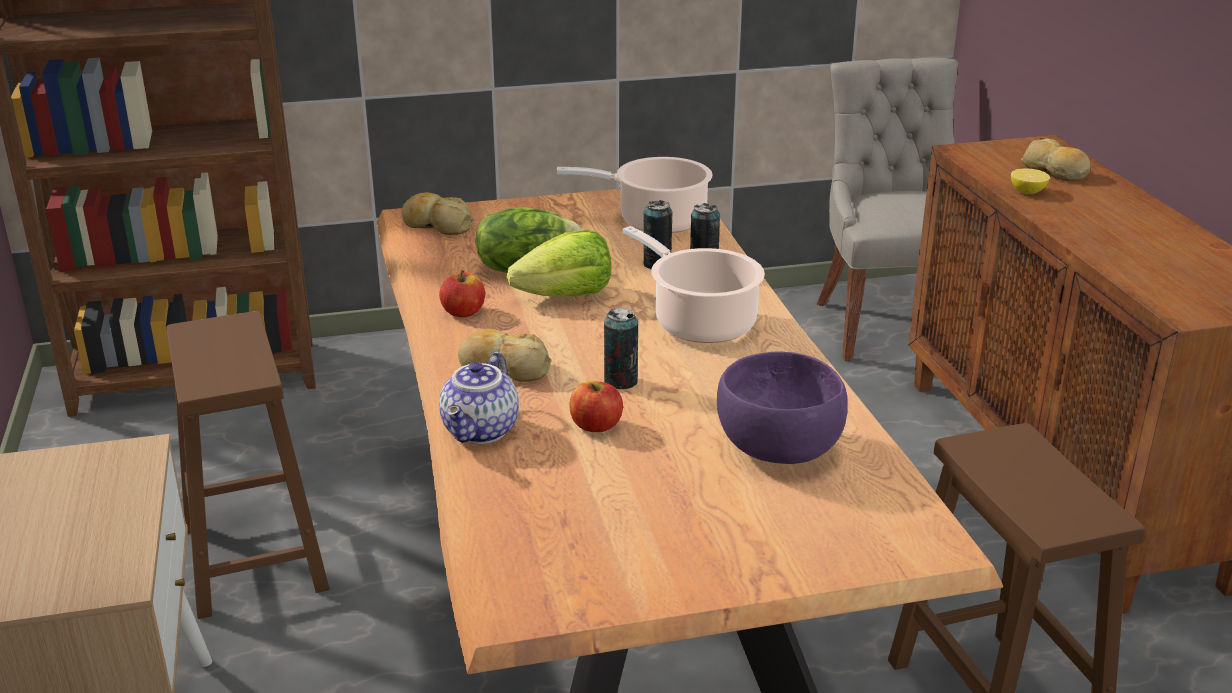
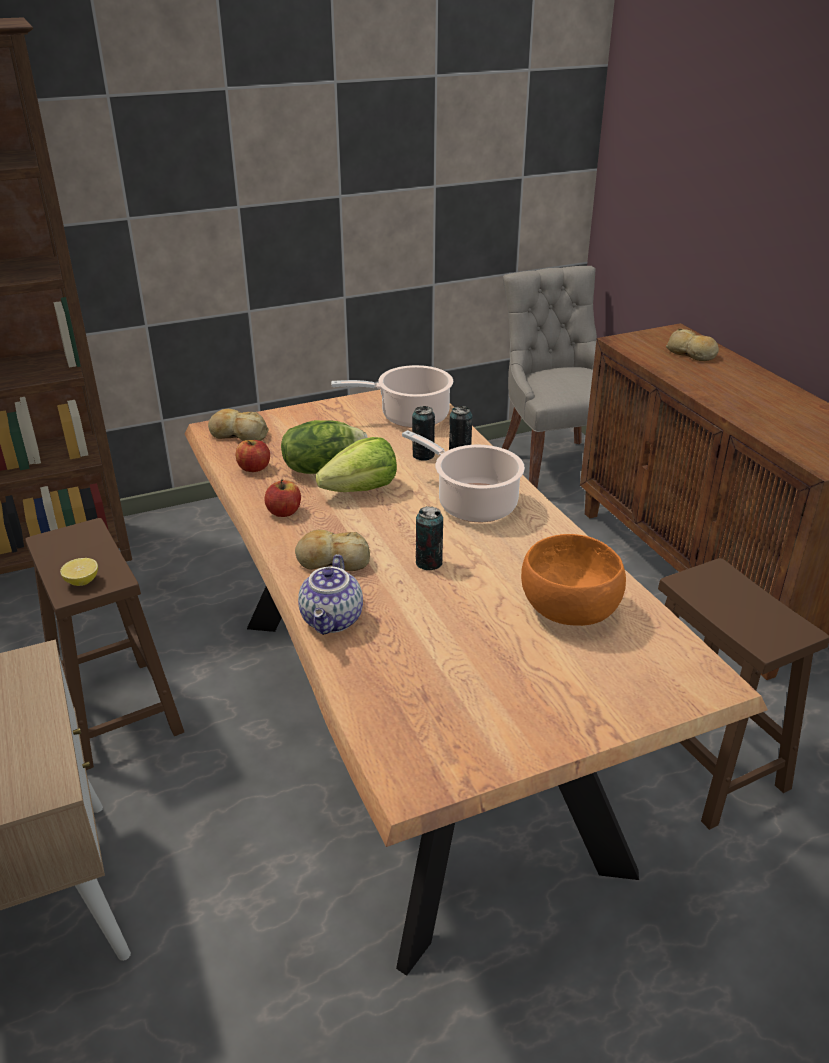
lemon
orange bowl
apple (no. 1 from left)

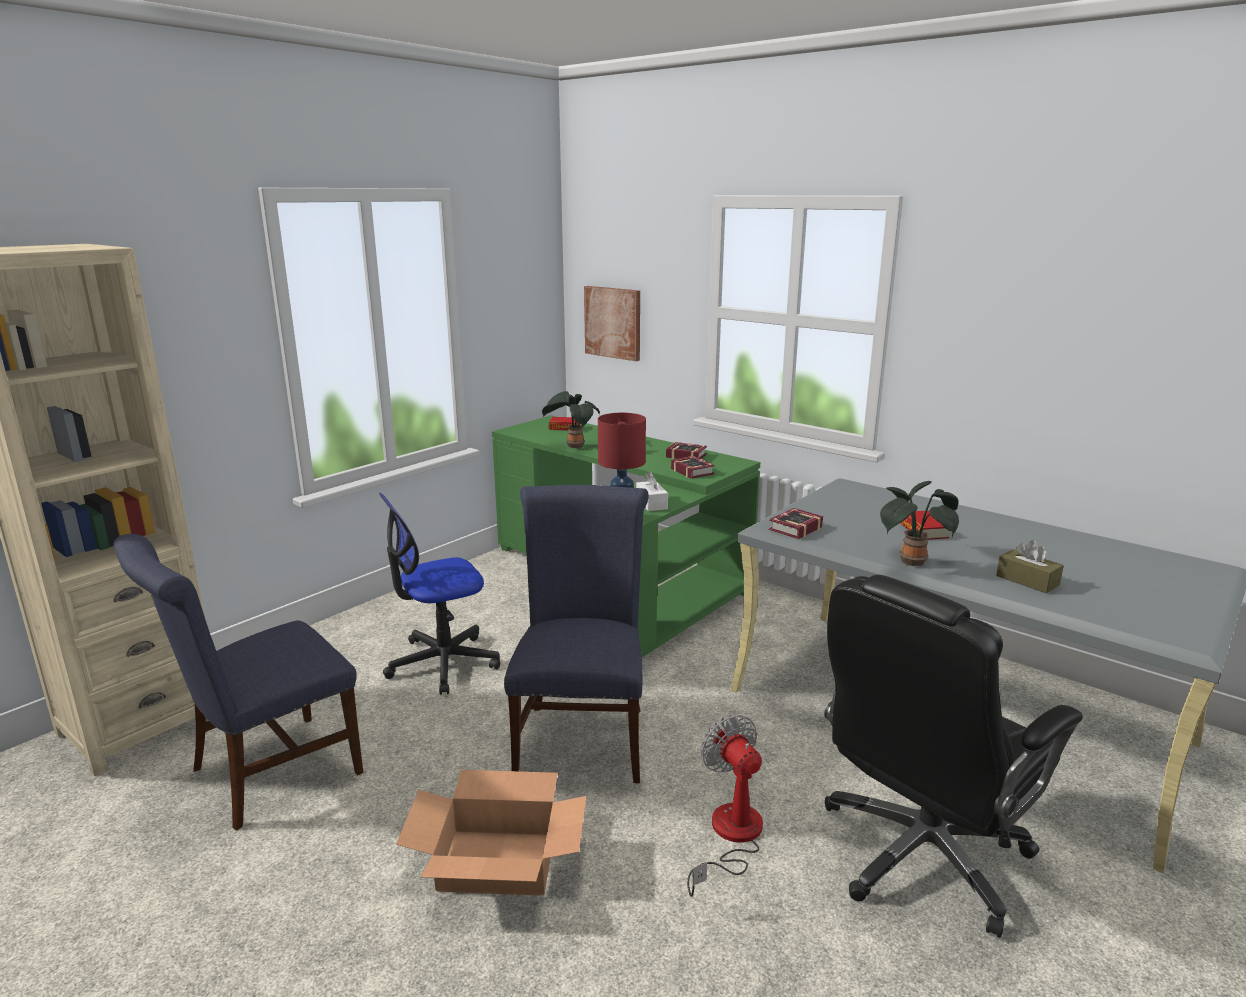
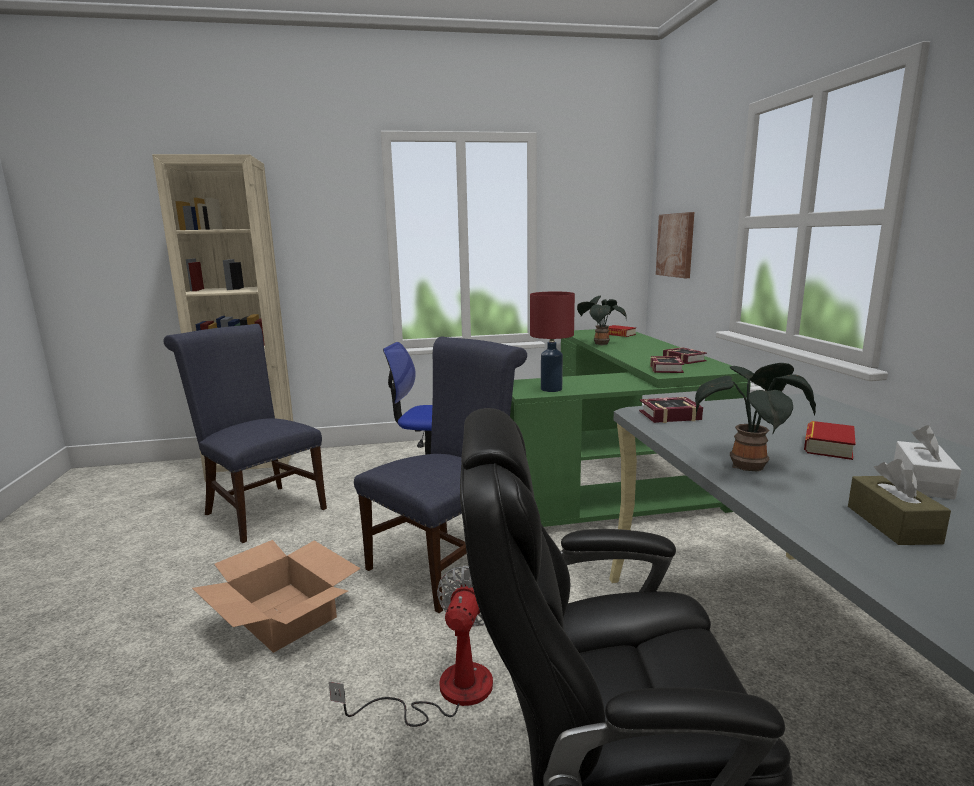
white tissue box
blue chair (no. 1 from left)

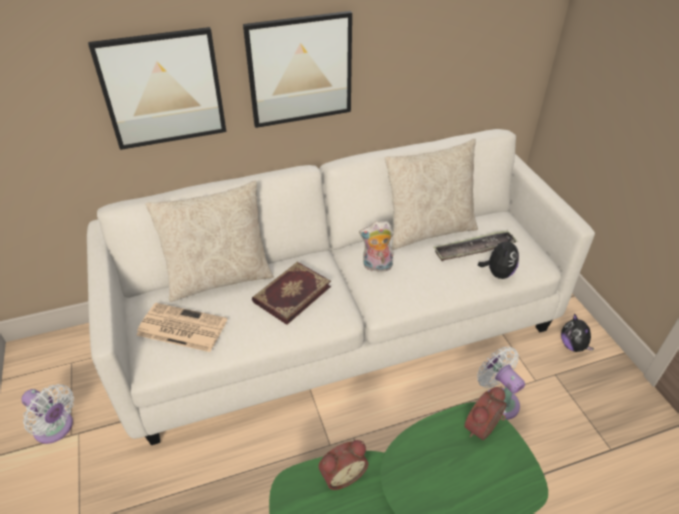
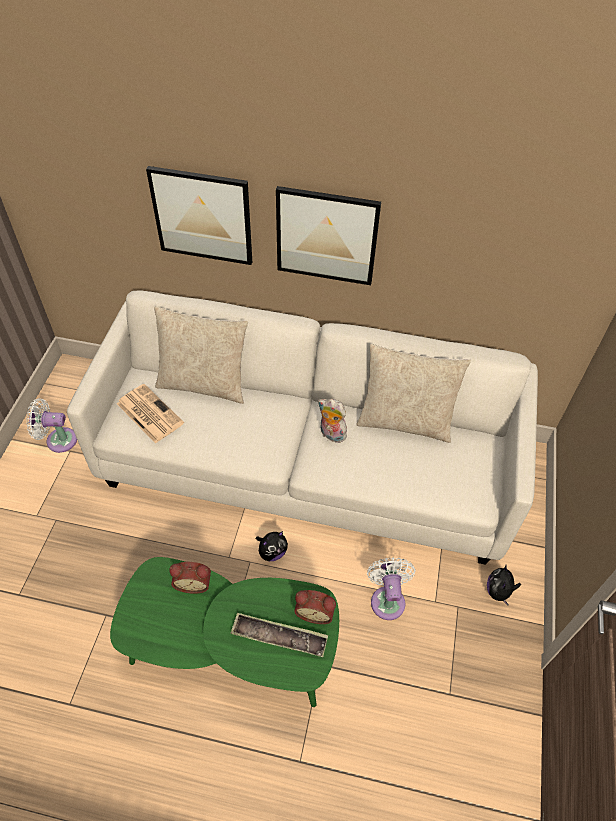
tray
plush toy (no. 1 from left)
book
white fan (no. 1 from left)
alarm clock (no. 2 from left)

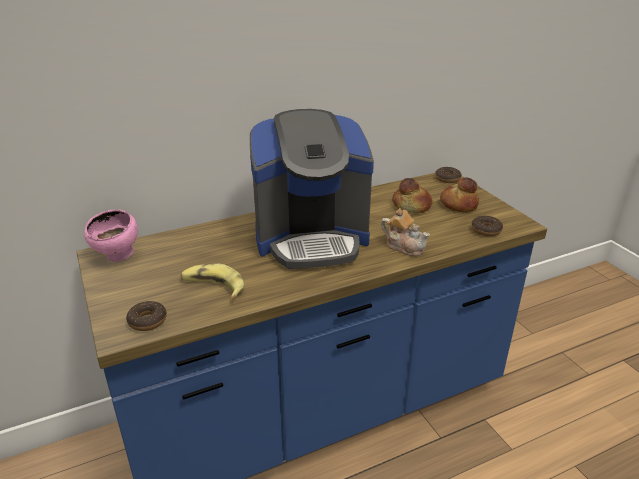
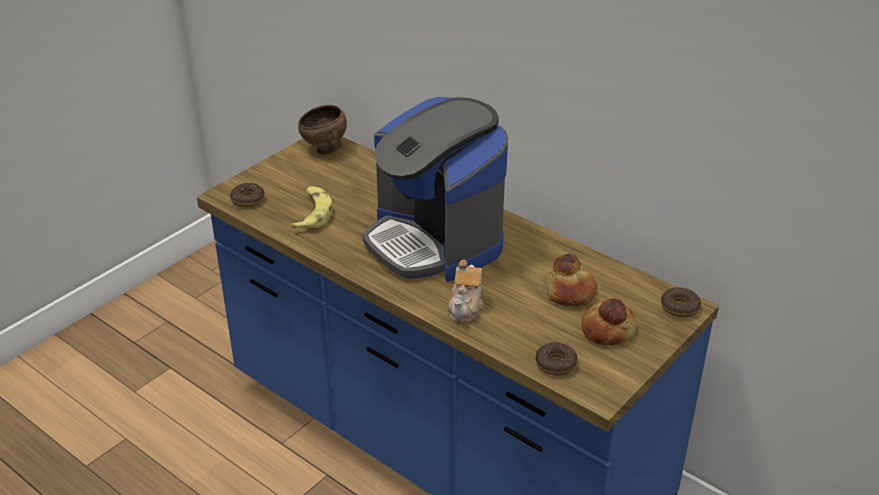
brown bowl

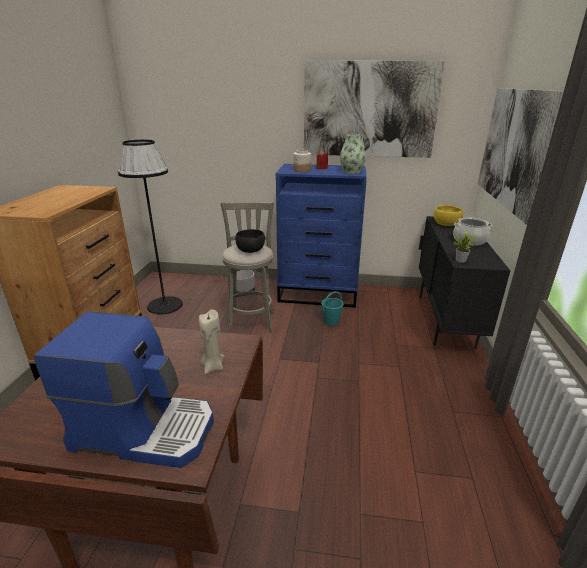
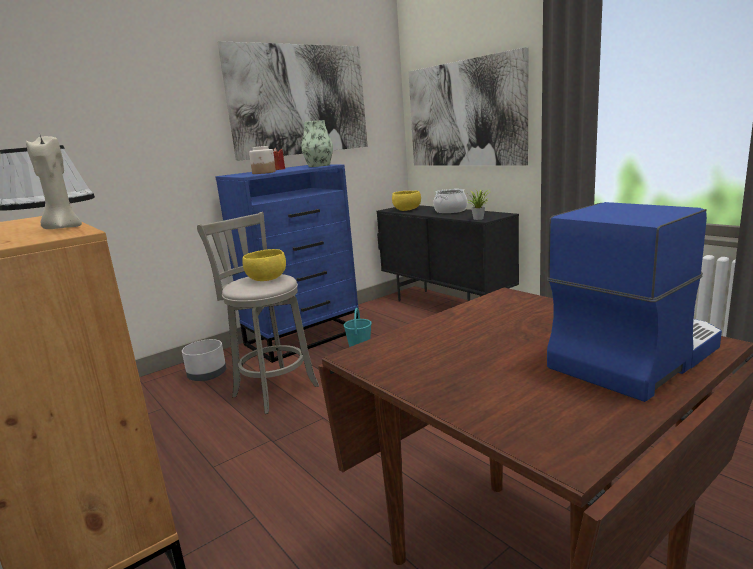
yellow bowl (no. 1 from left)
beige candle

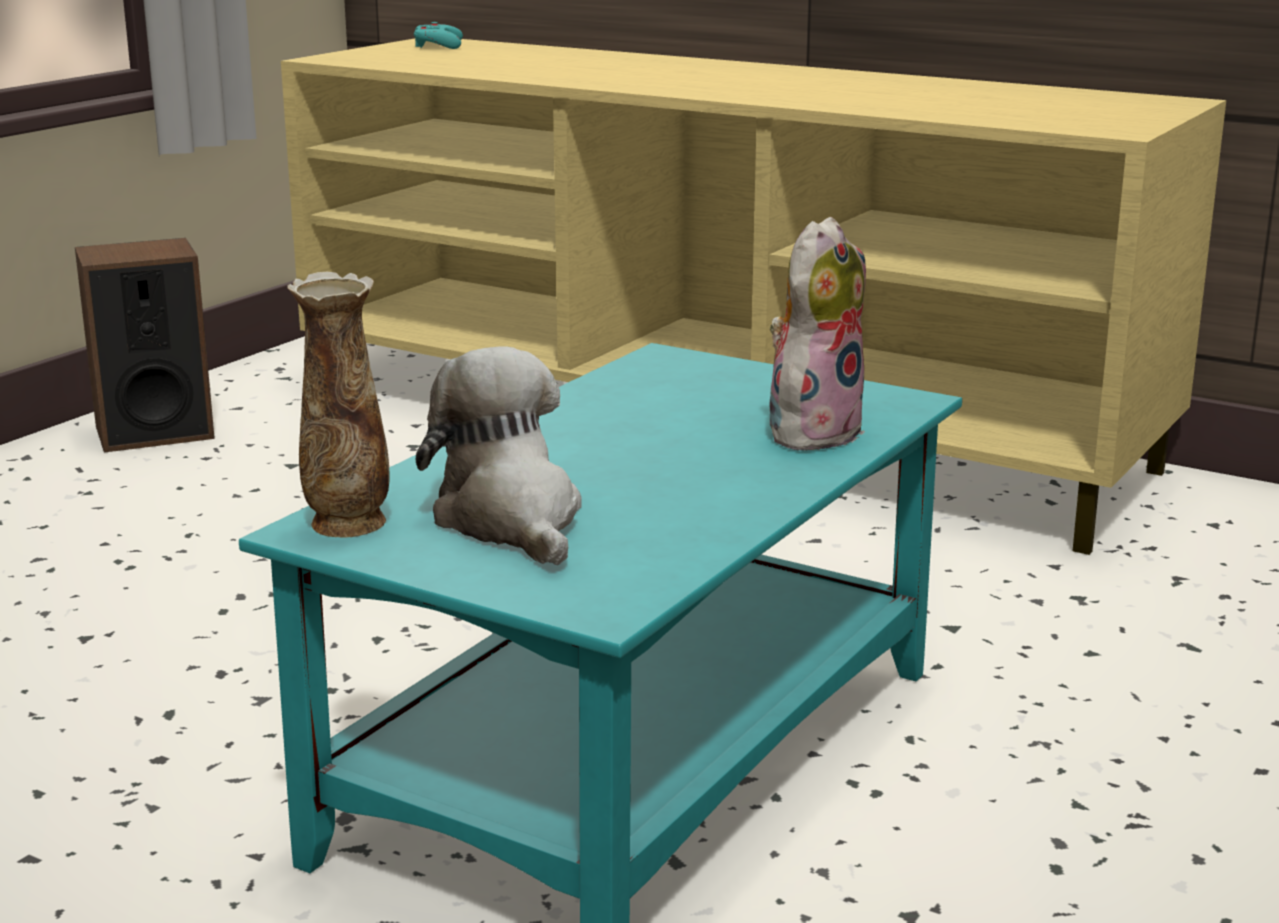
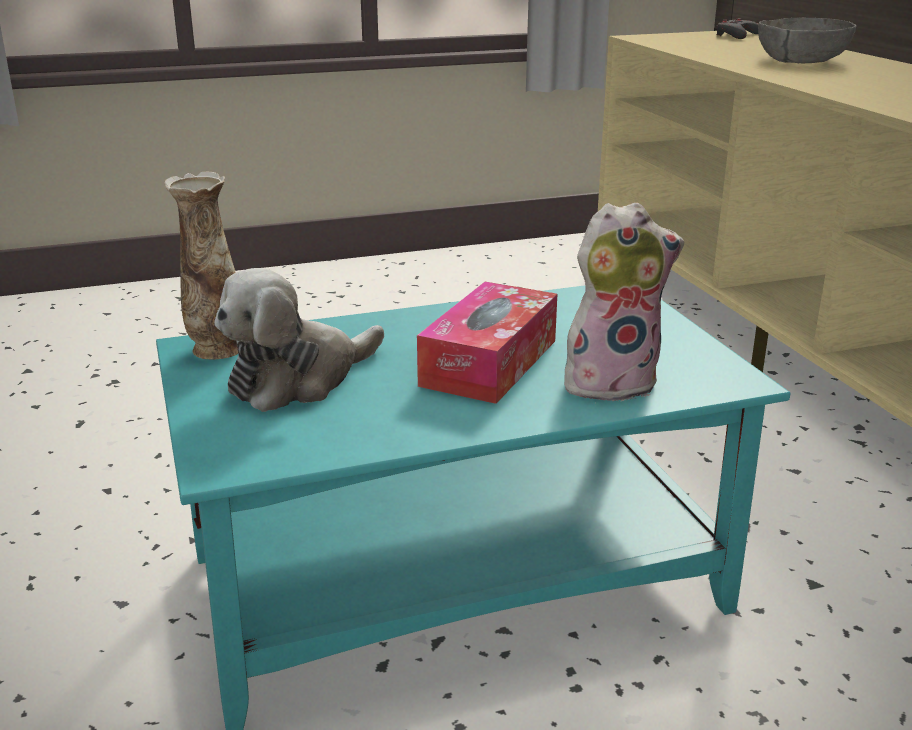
grey game controller
speaker
plush toy (no. 1 from left)
grey bowl
tissue box

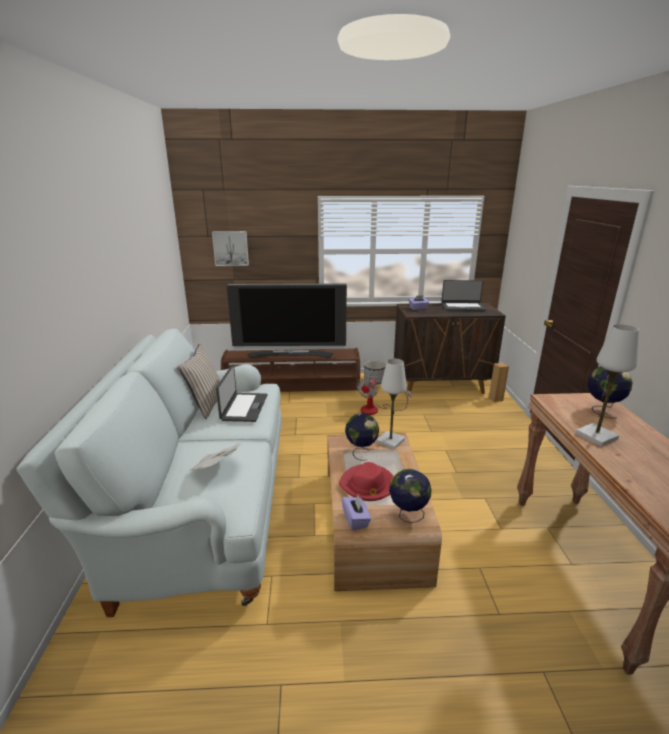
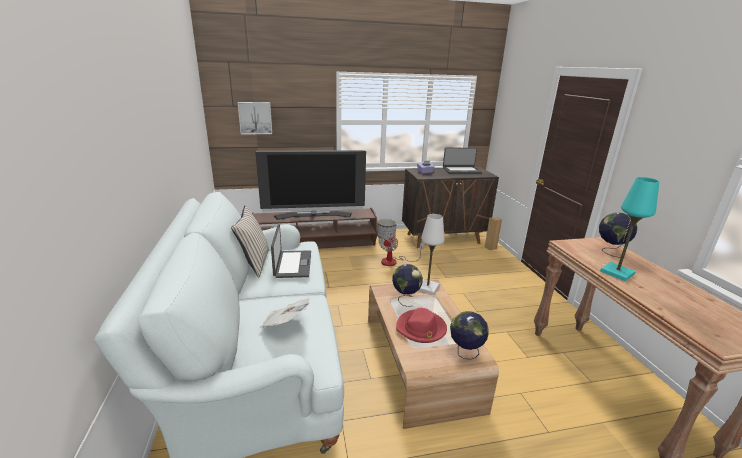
turquoise table lamp
purple tissue box (no. 1 from left in the first image)

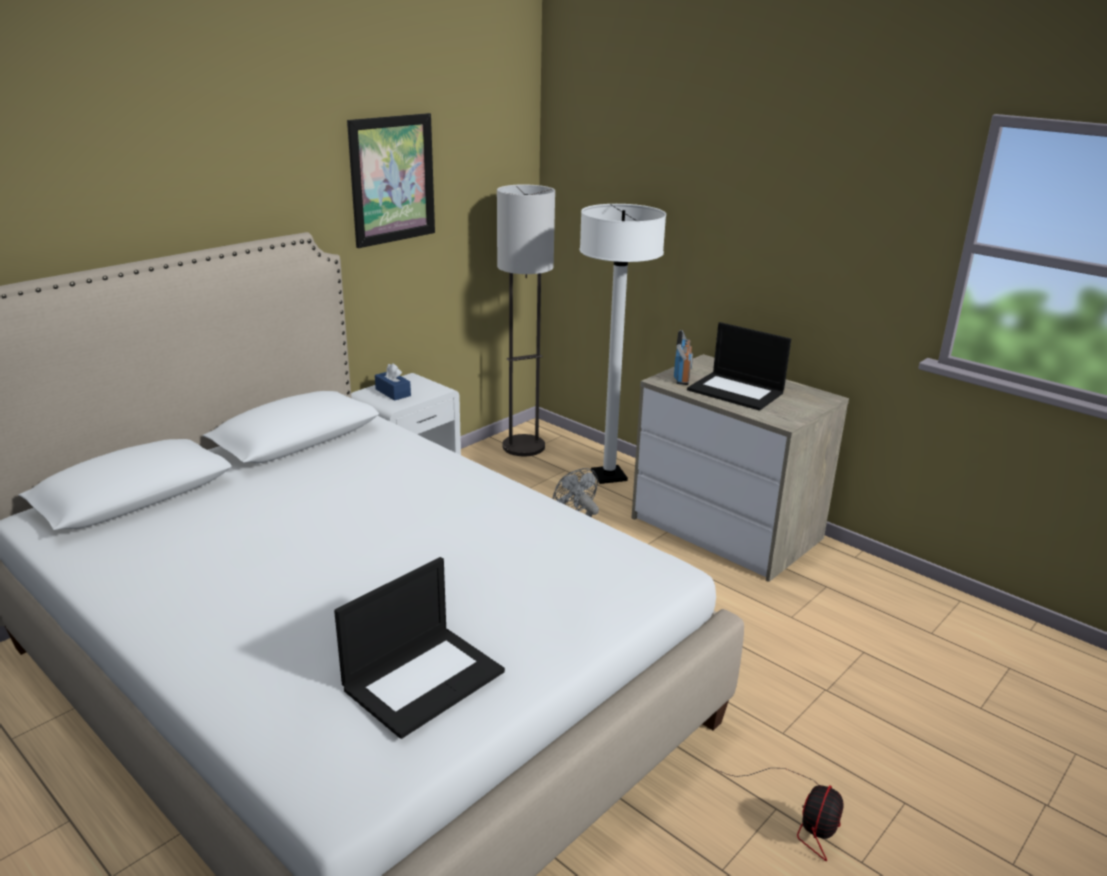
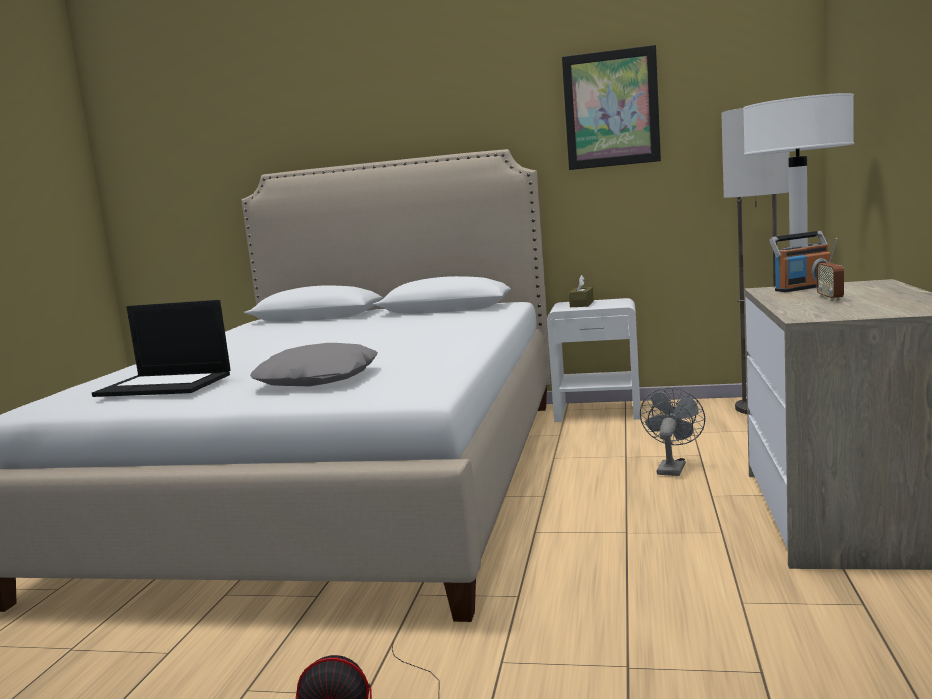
radio (no. 2 from left)
brown tissue box
grey pillow

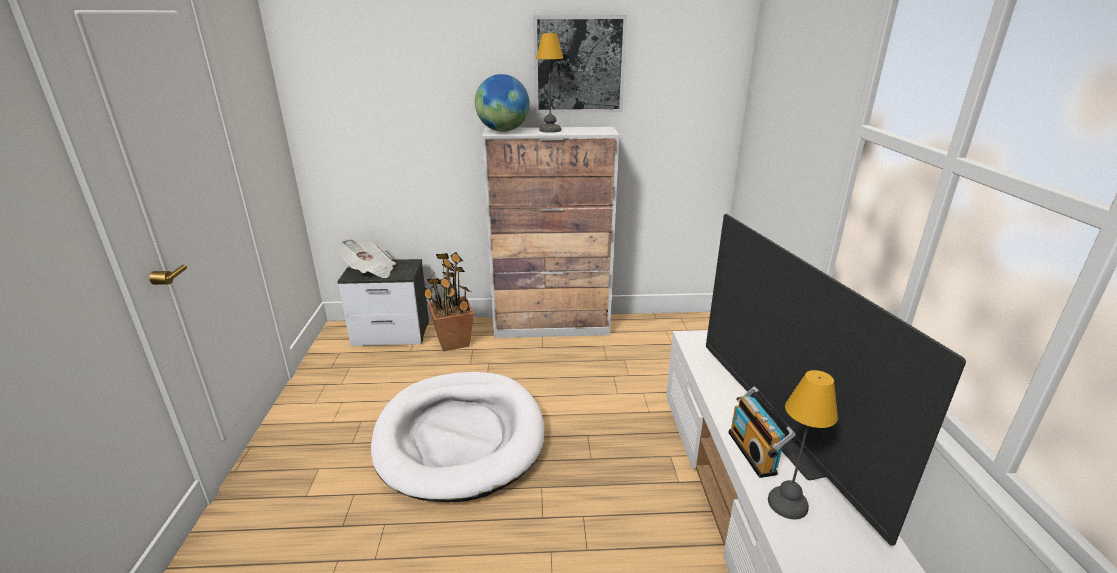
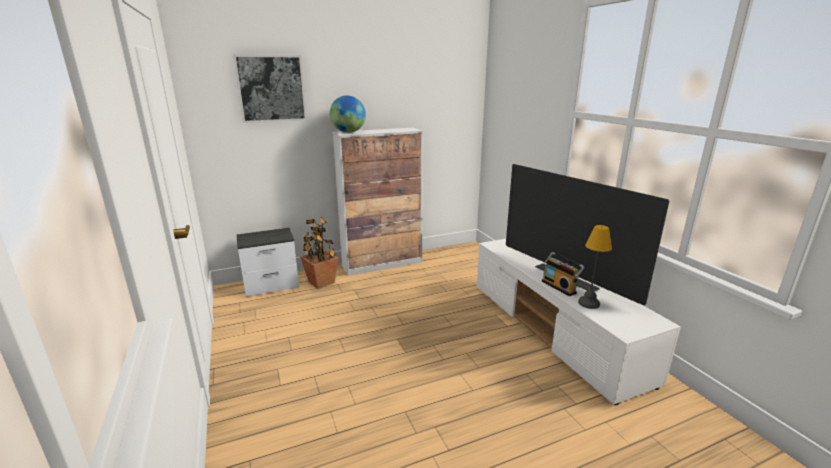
picture
table lamp (no. 1 from left in the first image)
newspaper
white dog bed

